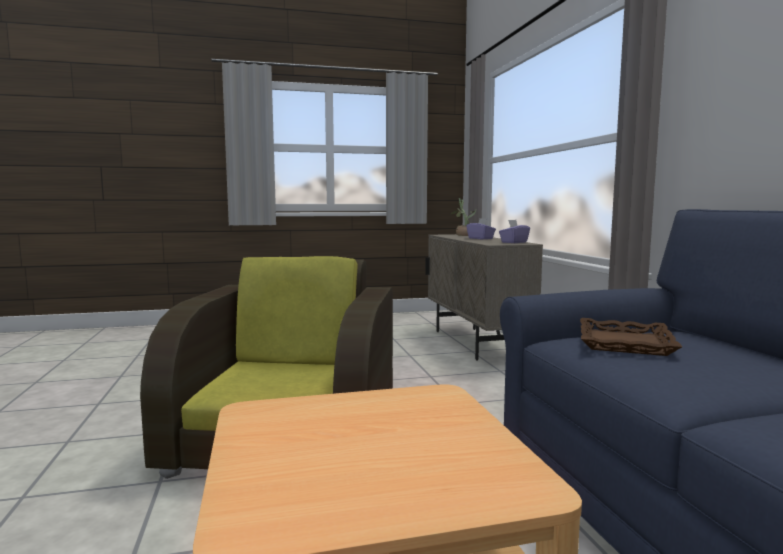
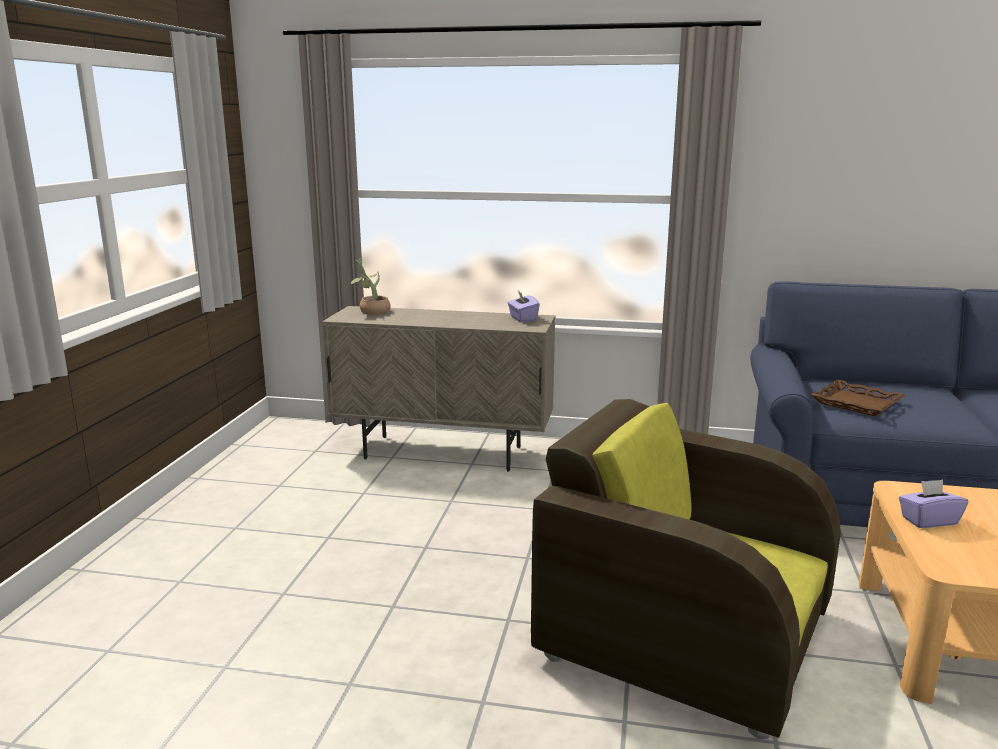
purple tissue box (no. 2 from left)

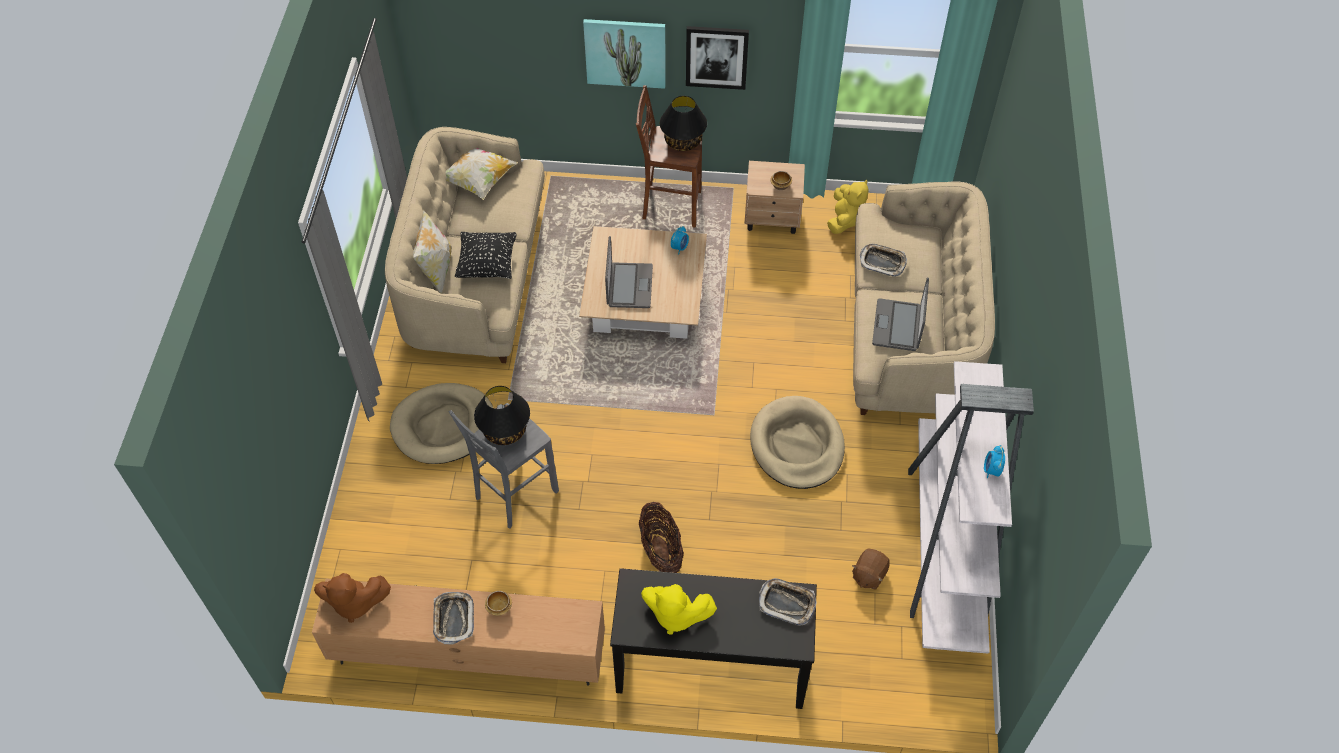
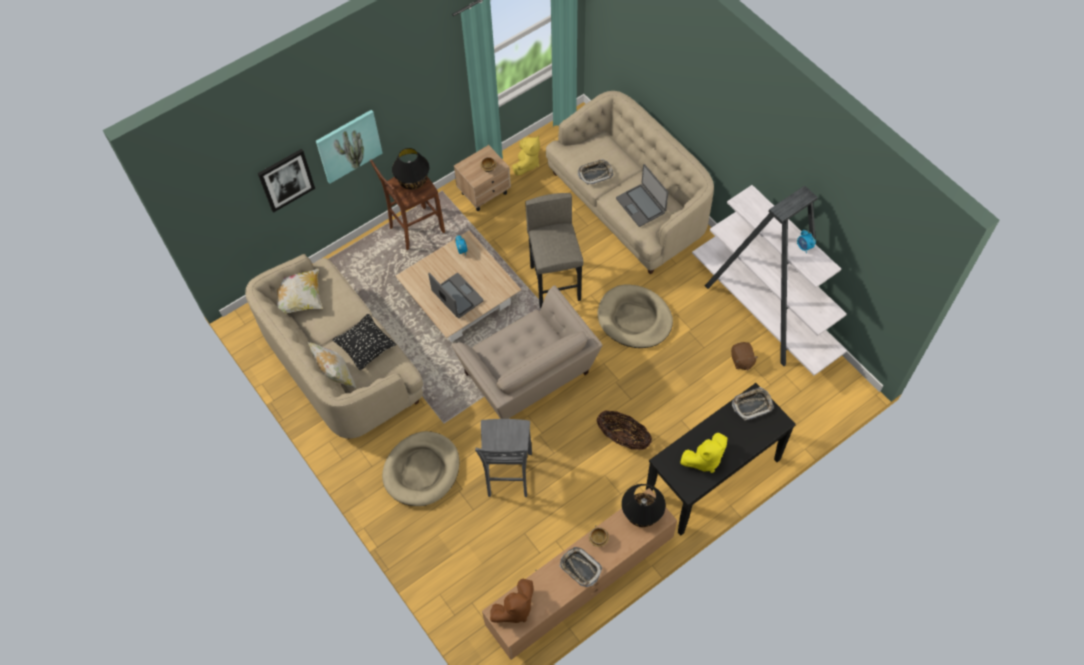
picture (no. 1 from left)
yellow plush toy (no. 1 from left)
black table lamp (no. 2 from left)
grey stool (no. 2 from left)
beige armchair

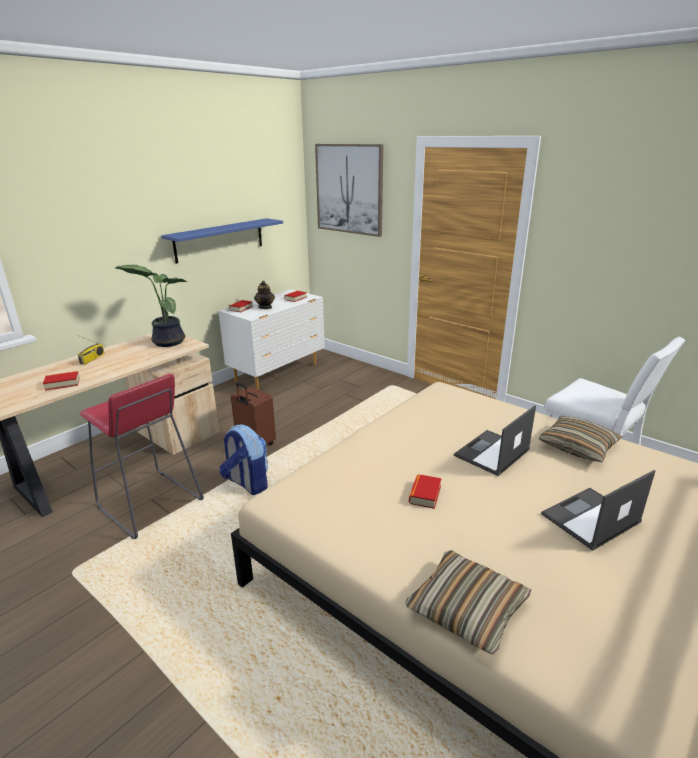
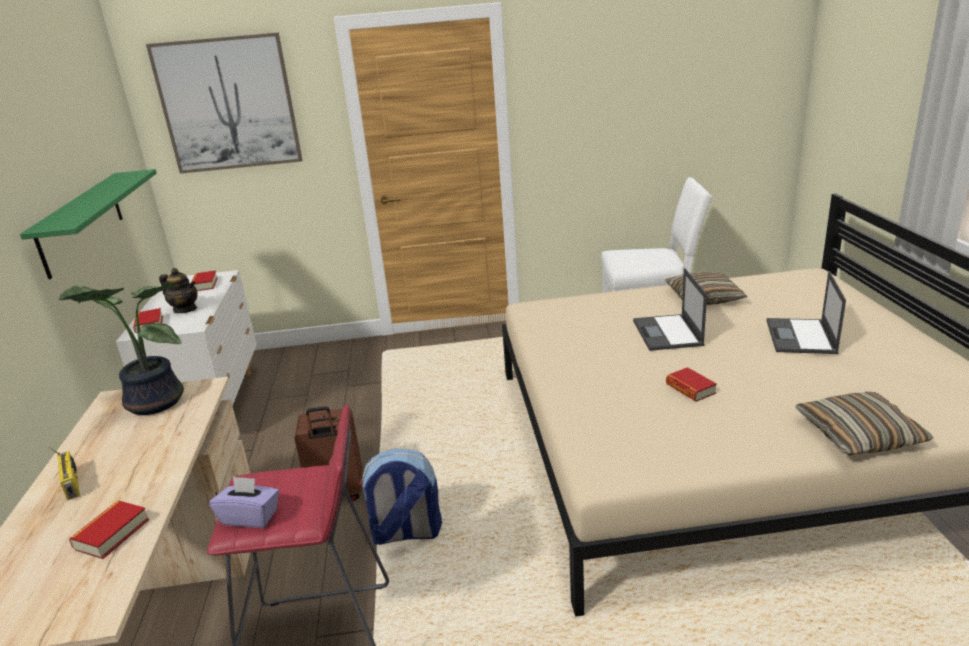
green shelf
purple tissue box

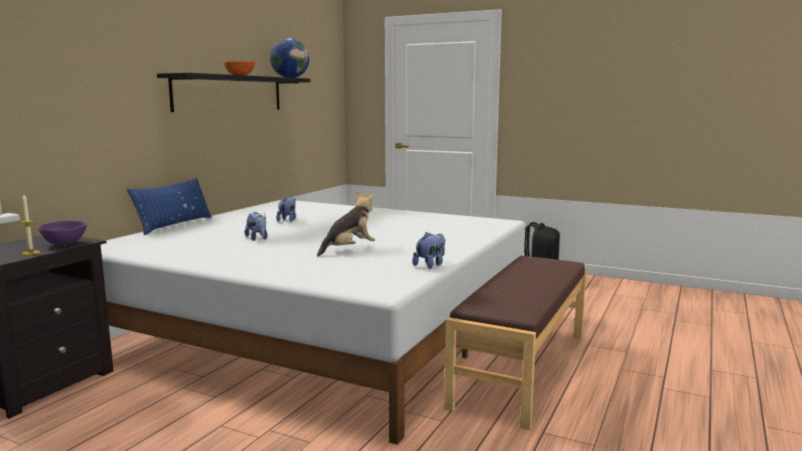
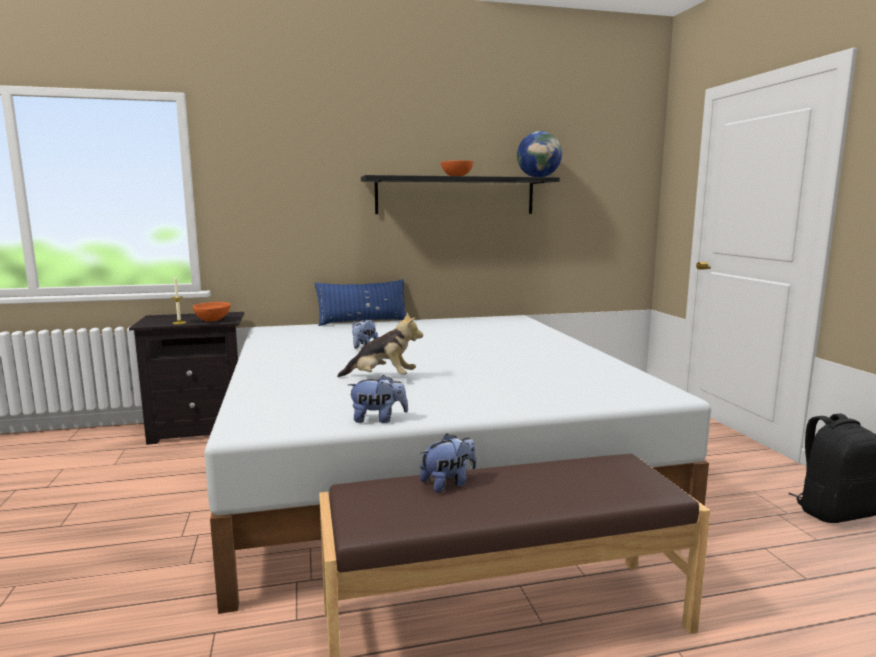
plush toy (no. 4 from left)
orange bowl (no. 1 from left)

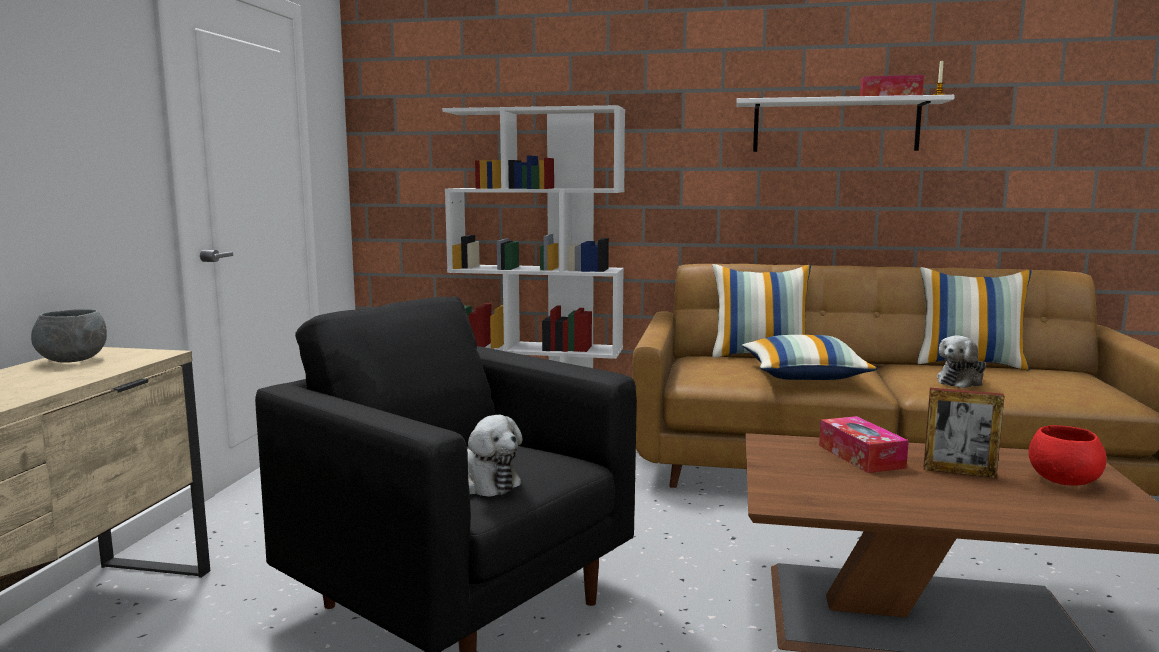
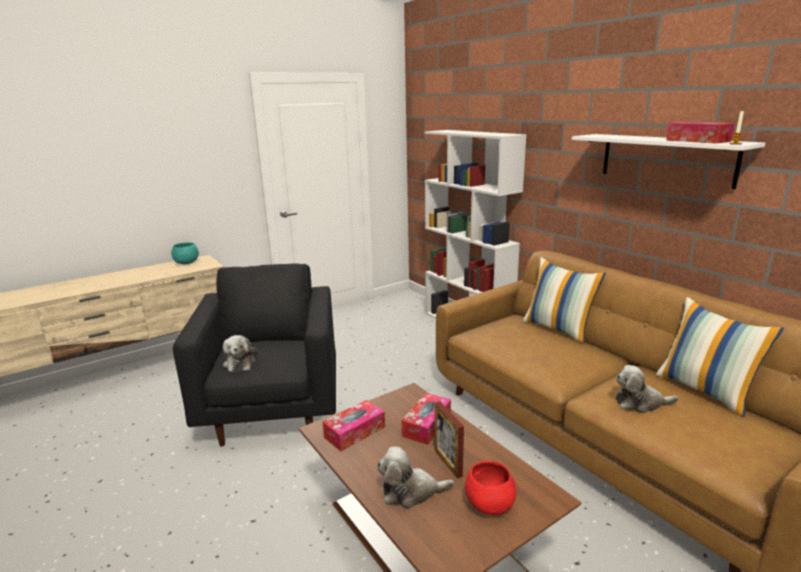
turquoise bowl
pillow (no. 2 from left in the first image)
tissue box (no. 1 from left)
plush toy (no. 2 from left)

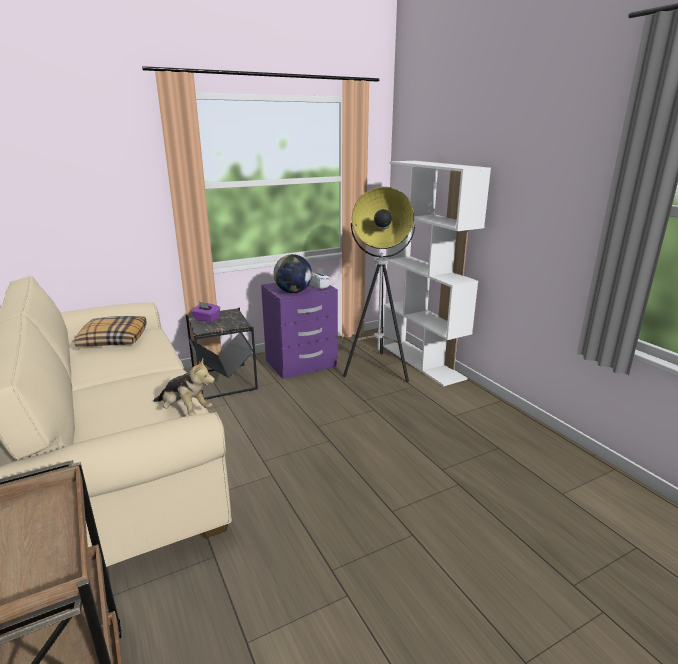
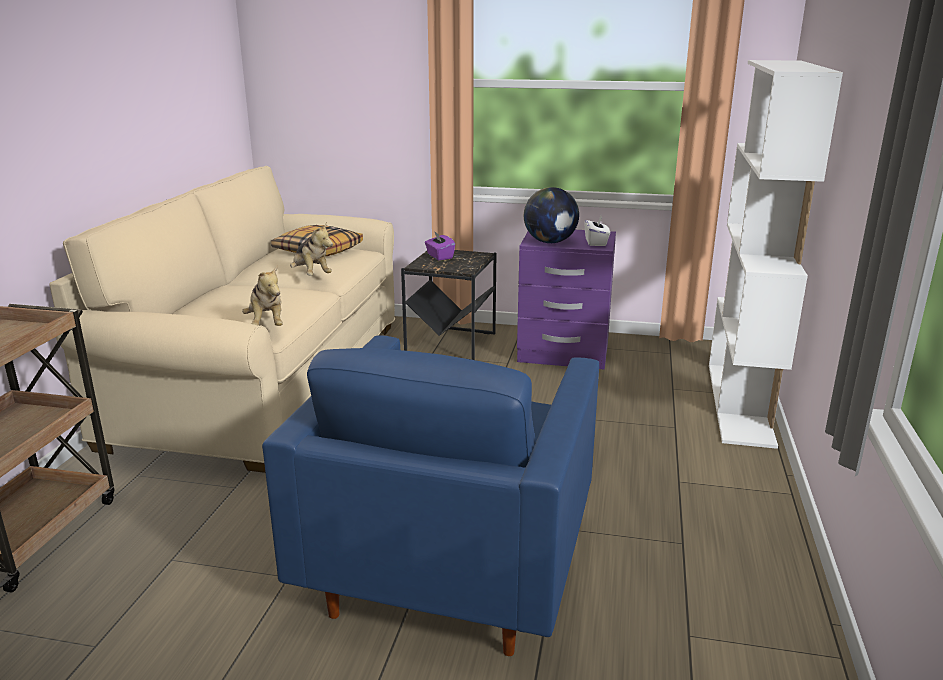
floor lamp
plush toy (no. 2 from left)
blue armchair

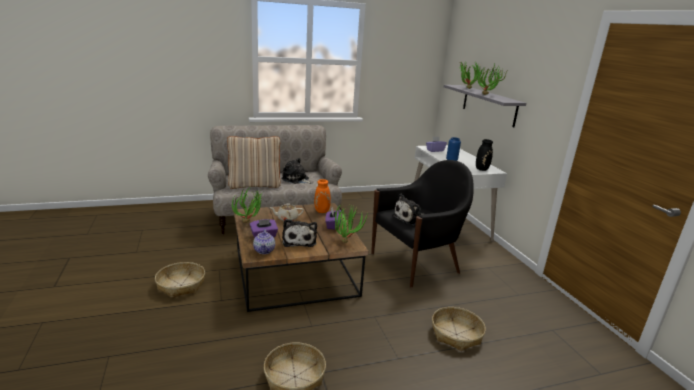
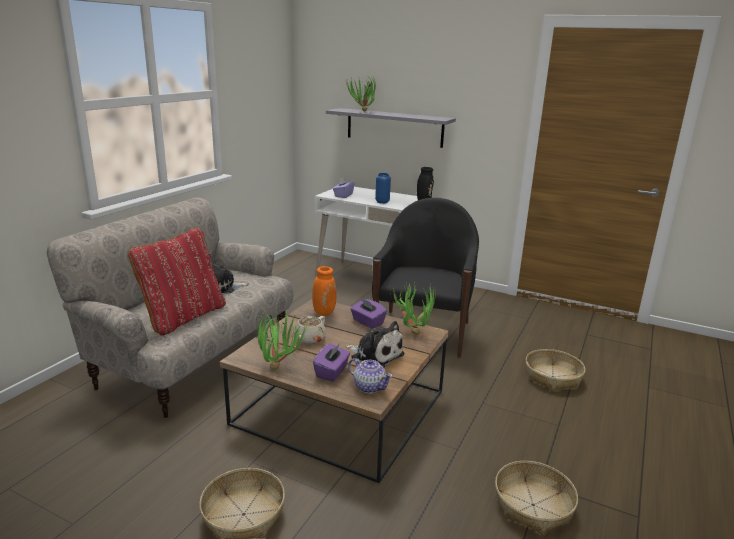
potted plant (no. 4 from left in the first image)
red pillow
plush toy (no. 3 from left in the first image)

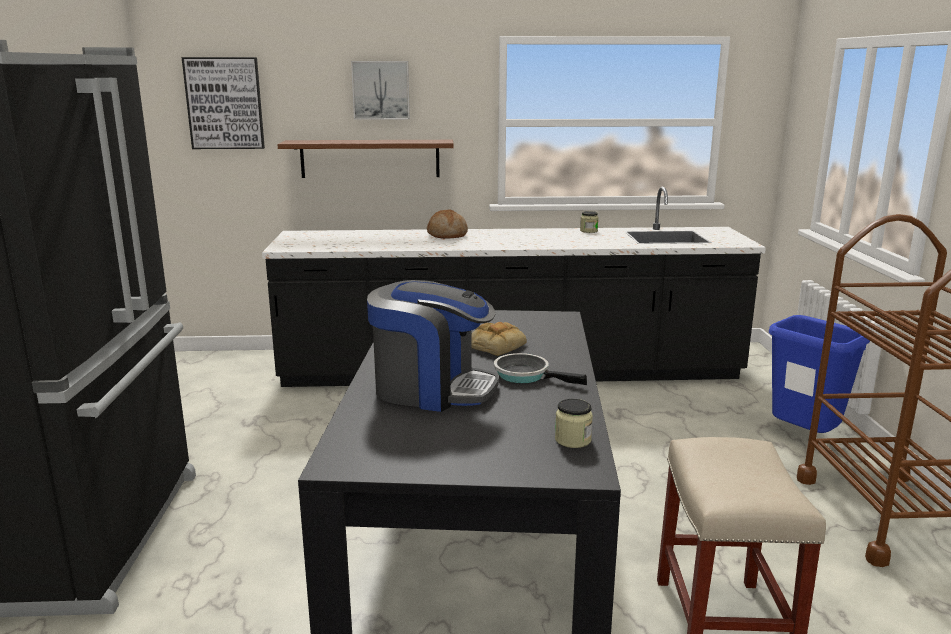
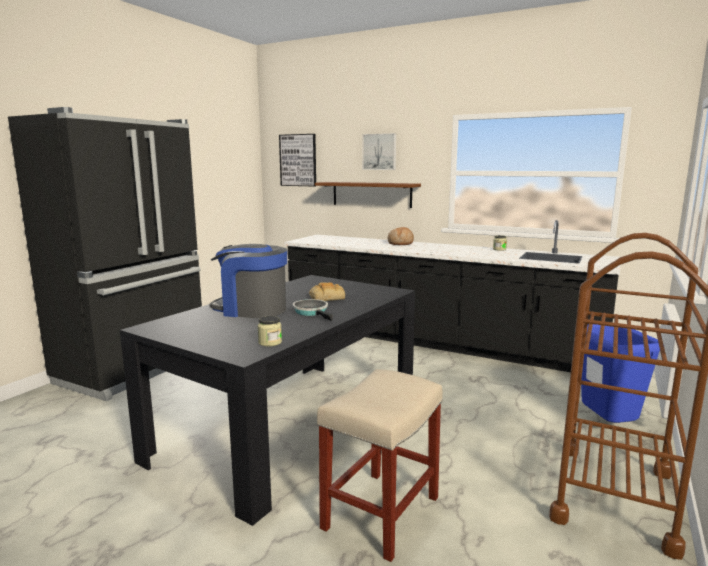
coffee machine

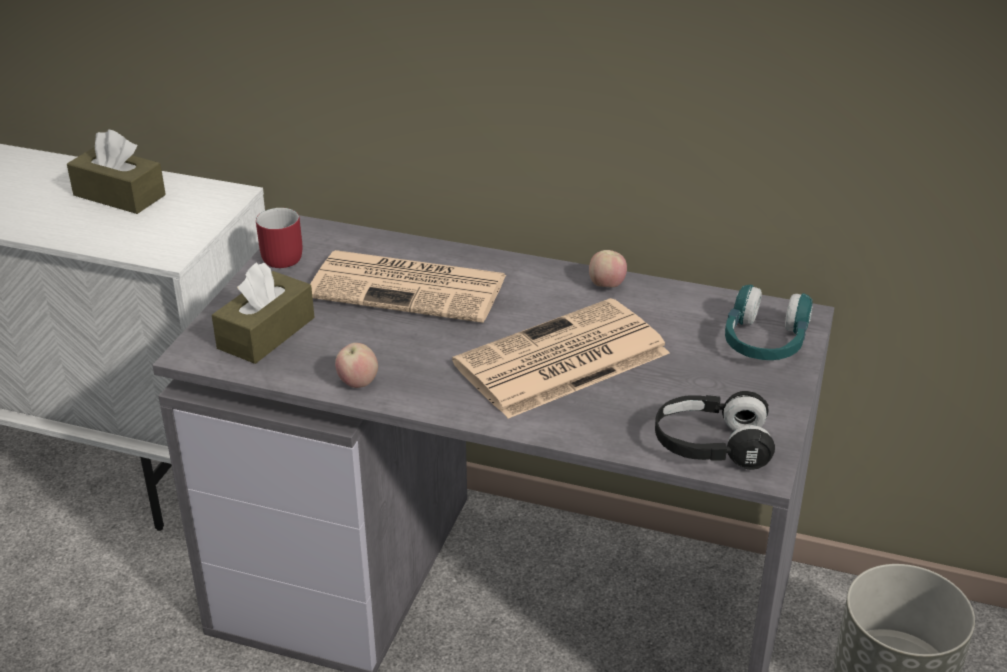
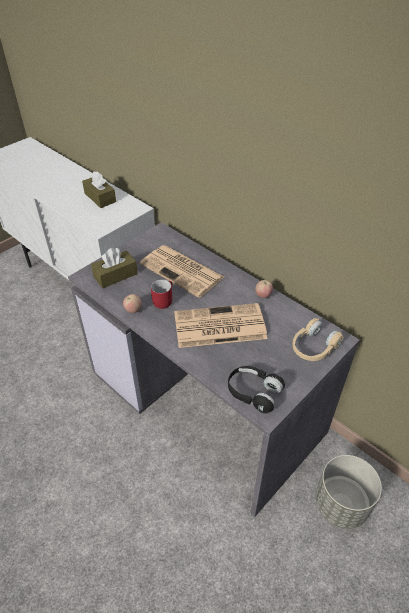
red mug
beige headphones

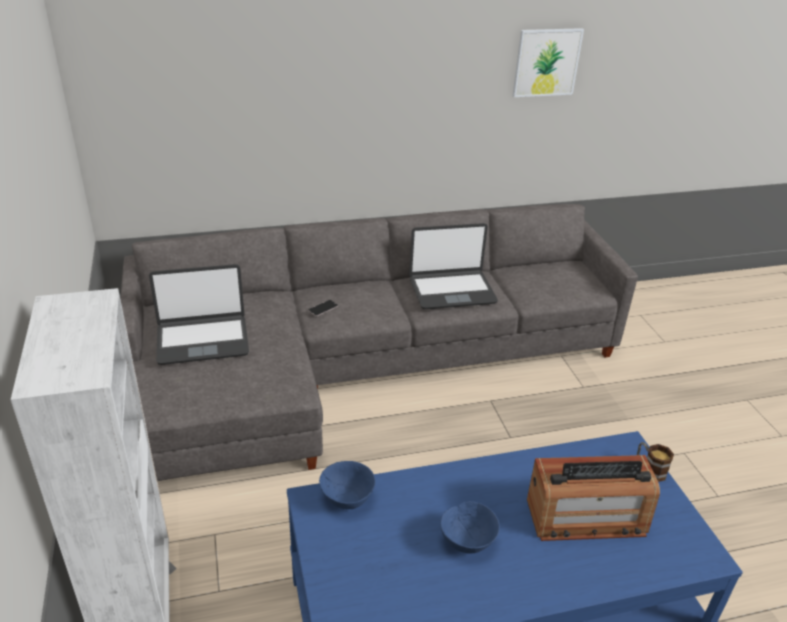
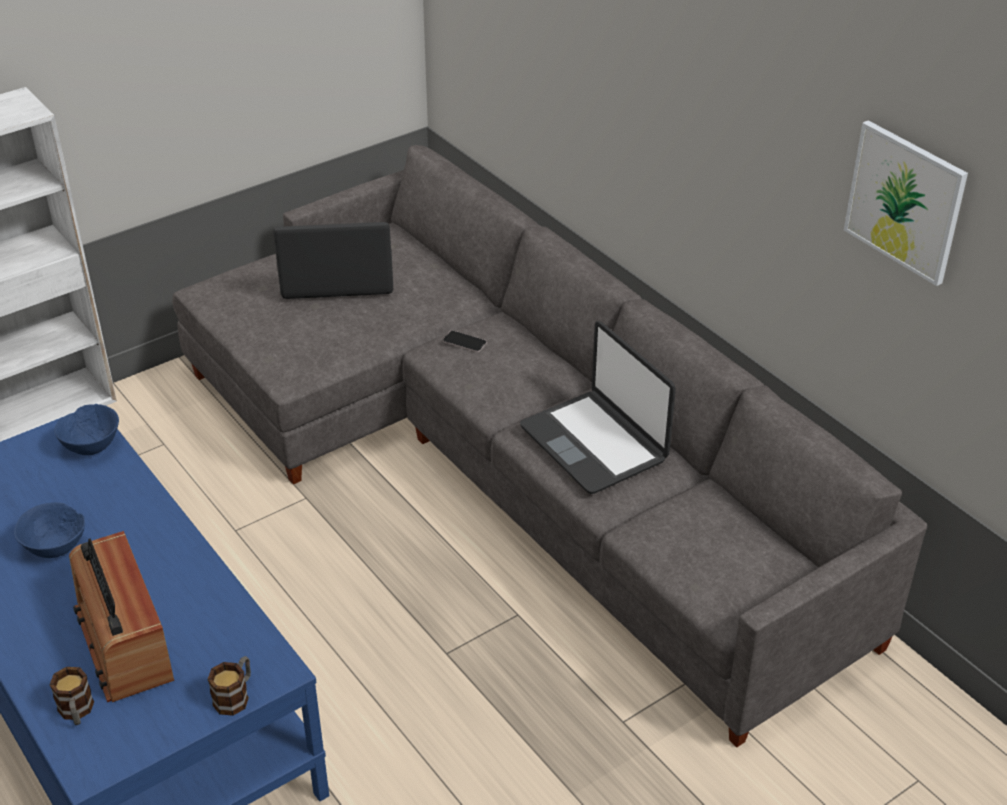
laptop (no. 1 from left)
mug (no. 1 from left)

